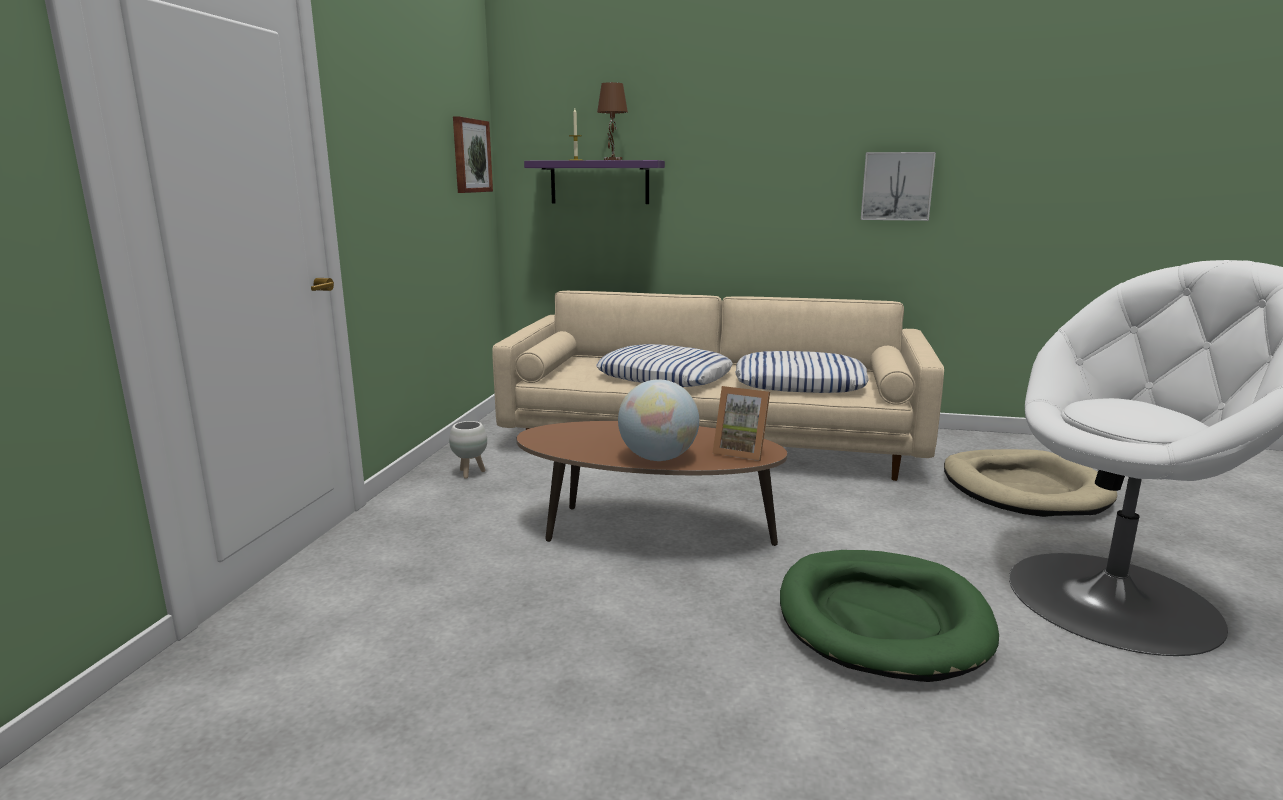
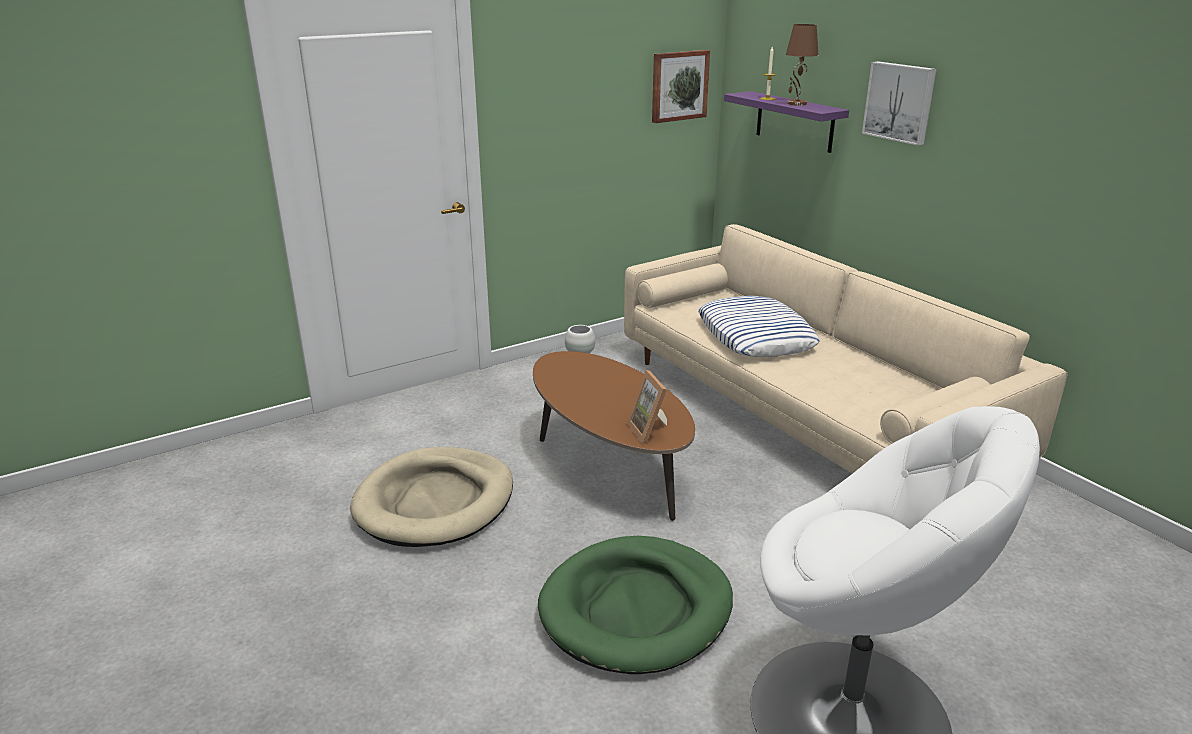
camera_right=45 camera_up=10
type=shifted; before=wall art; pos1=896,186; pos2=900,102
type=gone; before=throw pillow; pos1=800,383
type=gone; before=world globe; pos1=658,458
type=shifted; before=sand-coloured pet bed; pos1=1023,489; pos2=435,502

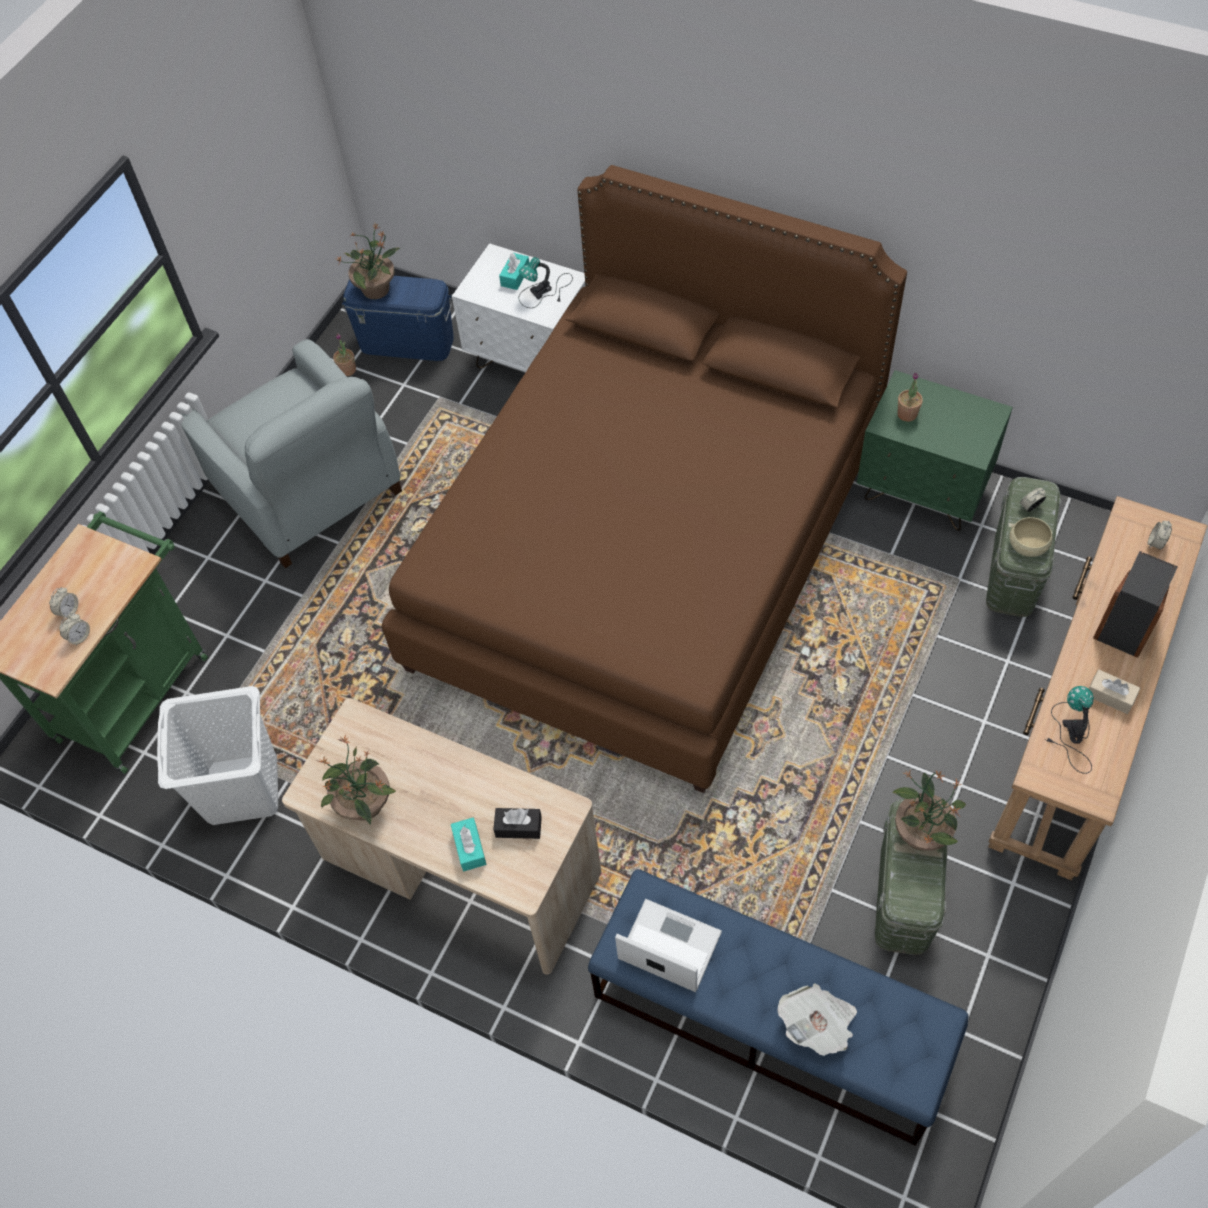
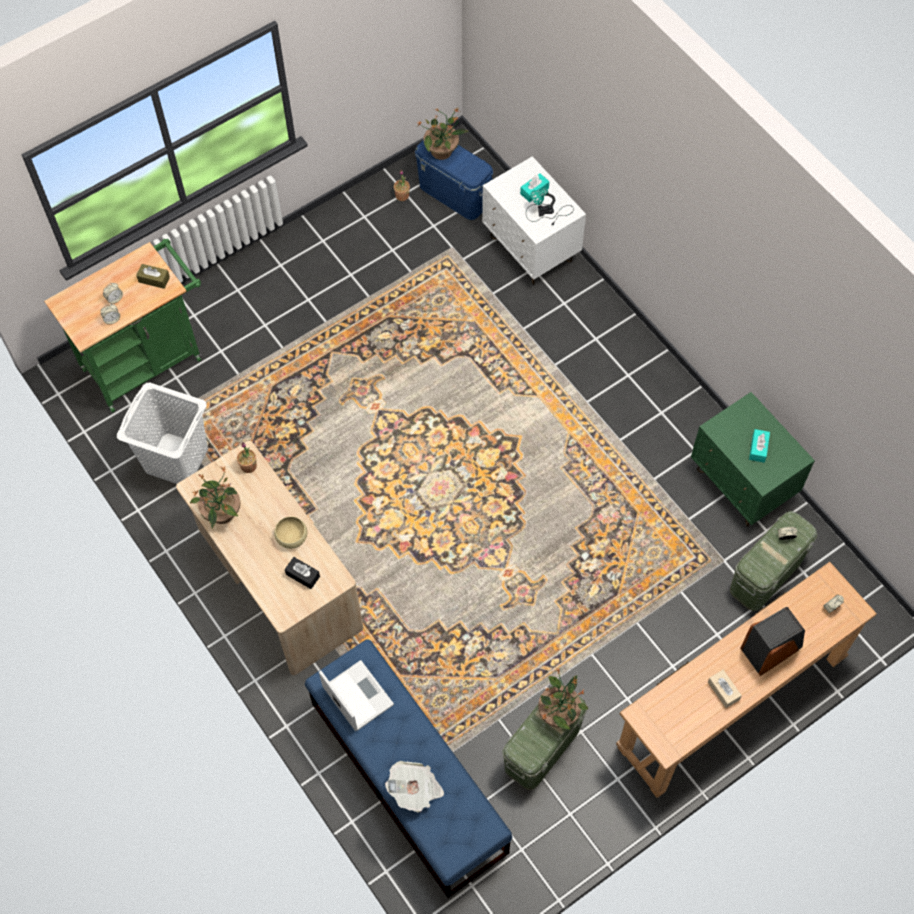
camera_right=25 camera_up=5
type=gone; before=brown sleeping bed; pos1=647,552
type=gone; before=greyish lounge chair; pos1=309,491
type=shifted; before=plant in a pot; pos1=907,414; pos2=248,466
type=shifted; before=sand-coloured deep dish; pos1=1028,544; pos2=291,536
type=gone; before=lamp for a table; pos1=1071,734
type=shifted; before=turquoise box of tissues; pos1=469,848; pos2=758,448
type=new; after=brown box of tissues; pos2=154,279

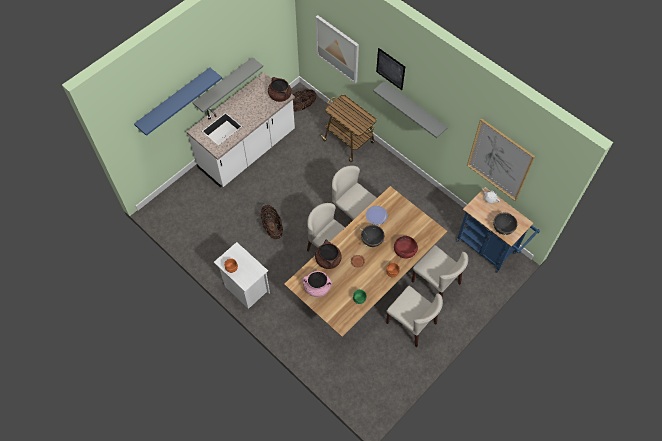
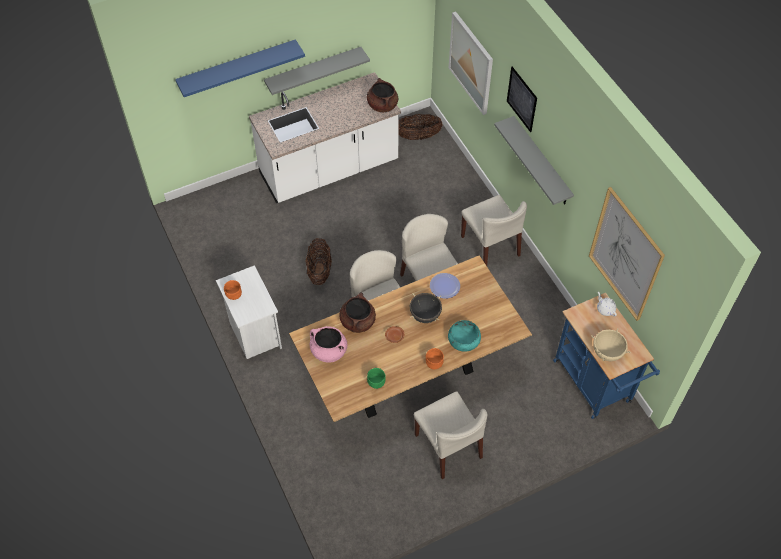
camera_right=20 camera_up=-5
type=gone; before=cart; pos1=349,142
type=repainted; before=blackish saucepot; after=sand-coloured saucepot; pos1=503,228; pos2=607,353
type=repainted; before=red-coloured deep dish; after=turquoise deep dish; pos1=405,249; pos2=463,340
type=shifted; before=sand-coloured chair; pos1=436,283; pos2=490,246

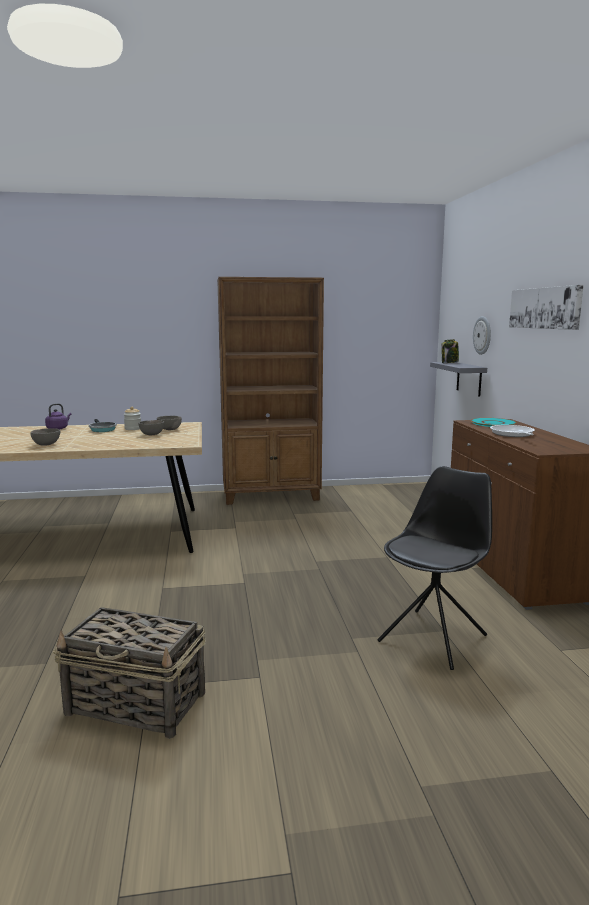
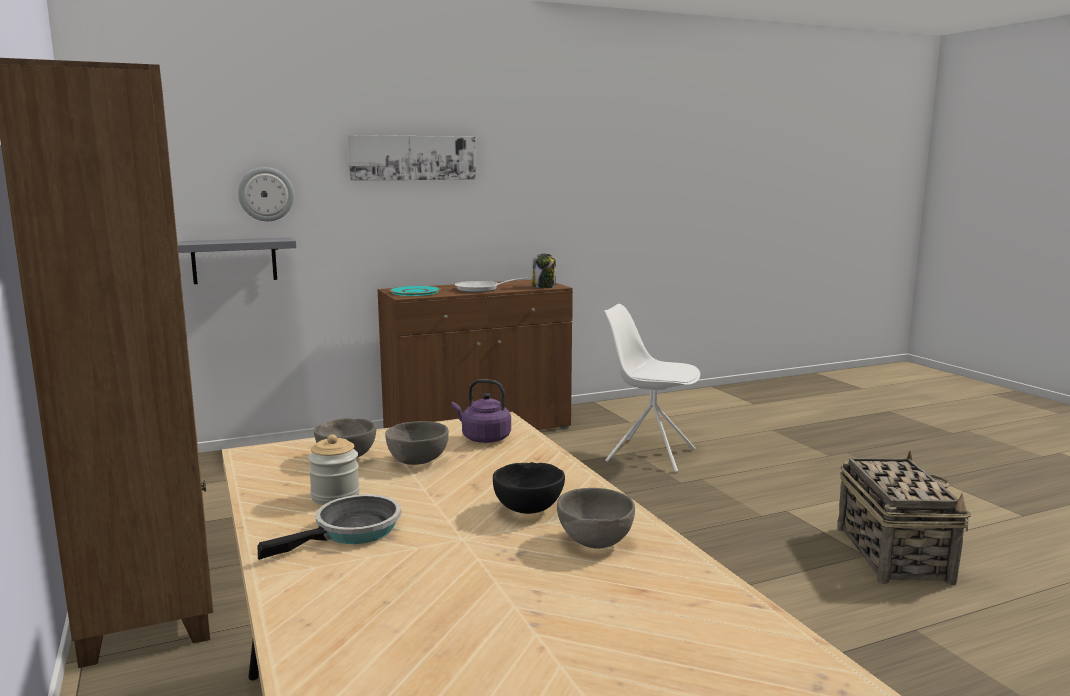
camera_right=-105 camera_up=0
type=shifted; before=storage jar; pos1=449,363; pos2=544,286
type=shifted; before=purple-coloured water kettle; pos1=58,428; pos2=483,438
type=repainted; before=blackish chair; after=white-coloured chair; pos1=434,637; pos2=649,455
type=new; after=blackish deep dish; pos2=530,509

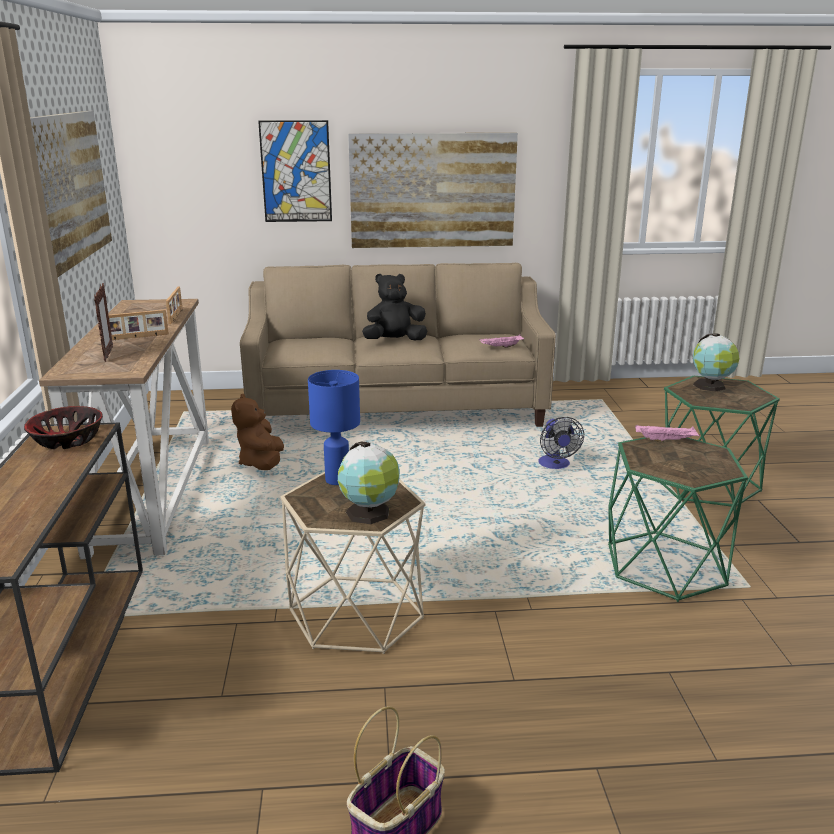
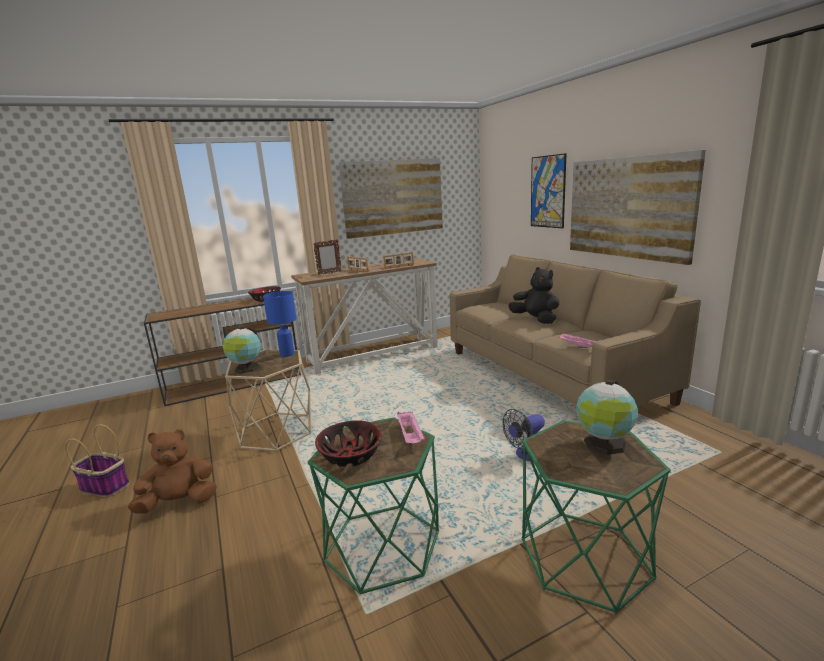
camera_right=70 camera_up=-5
type=shifted; before=brown plush toy; pos1=262,463; pos2=179,502
type=new; after=deep dish; pos2=351,456

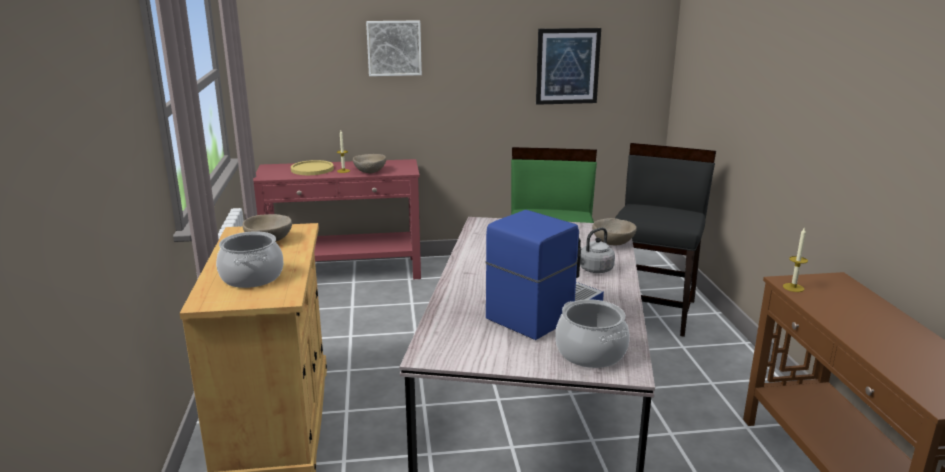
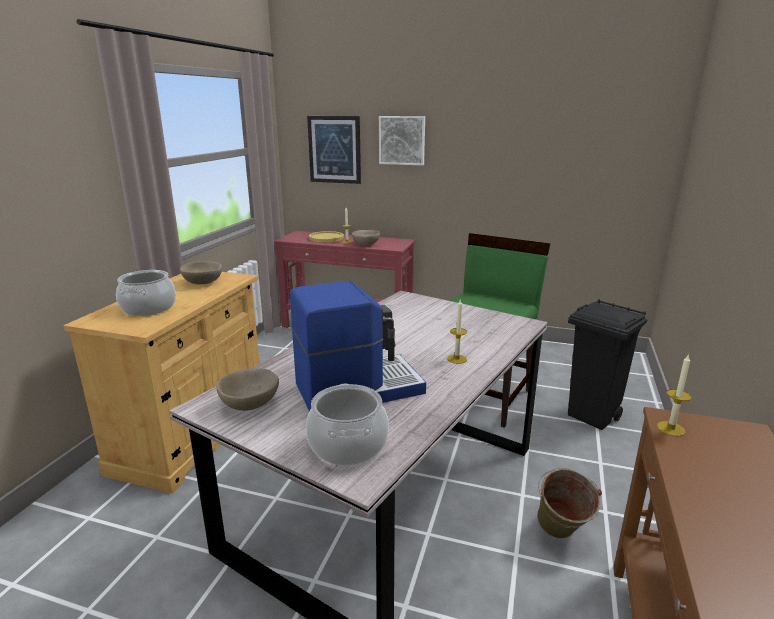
camera_right=25 camera_up=0
type=shifted; before=wall art; pos1=567,66; pos2=334,149
type=swapped; before=blackish chair; after=blackish rubbish bin; pos1=651,310; pos2=593,417
type=shifted; before=sand-coloured deep dish; pos1=613,243; pos2=250,405
type=swapped; before=greyish water kettle; after=candle; pos1=594,270; pos2=457,359
type=new; after=greenish pail; pos2=560,536

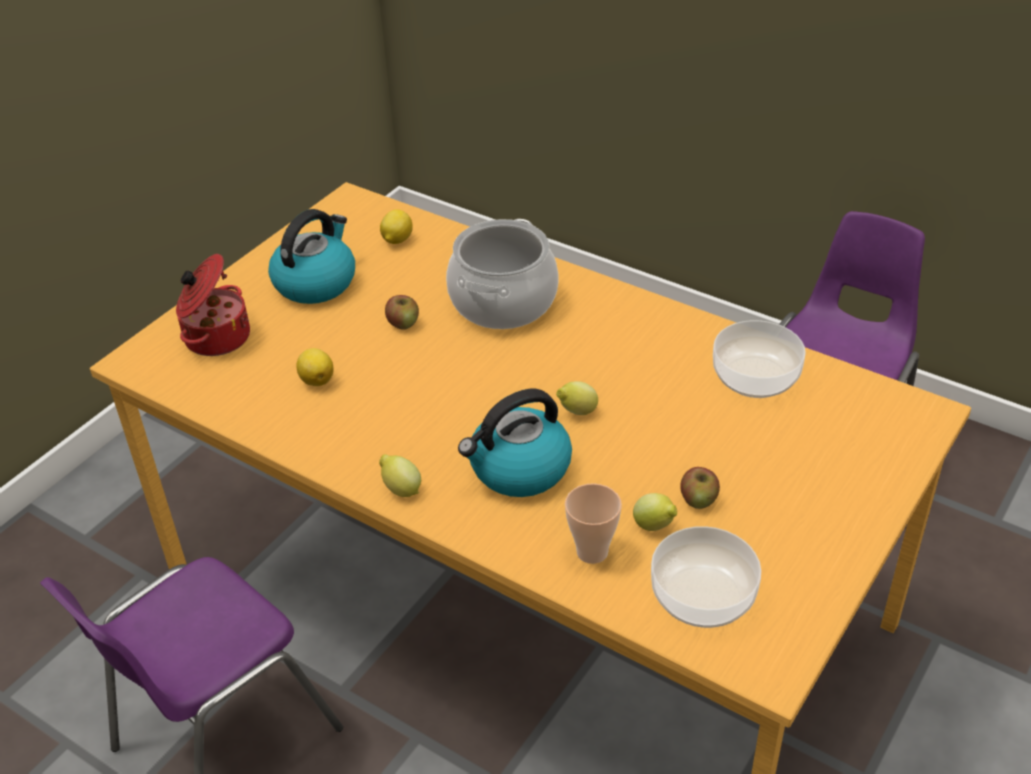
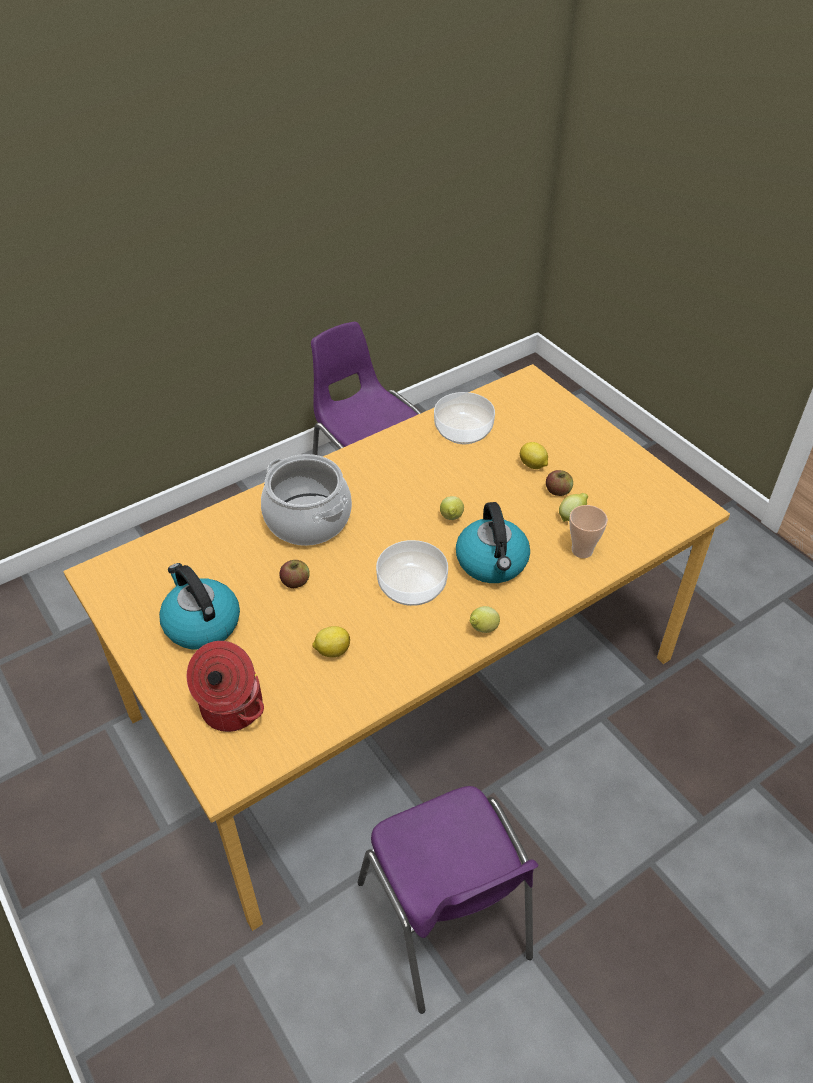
camera_right=-70 camera_up=5
type=shifted; before=whole lemon; pos1=396,240; pos2=533,465
type=shifted; before=deep dish; pos1=701,595; pos2=411,586

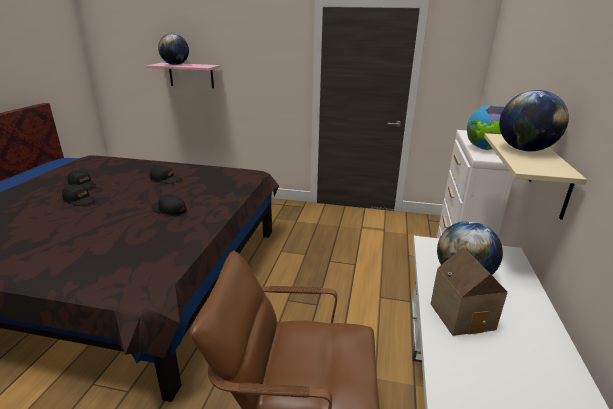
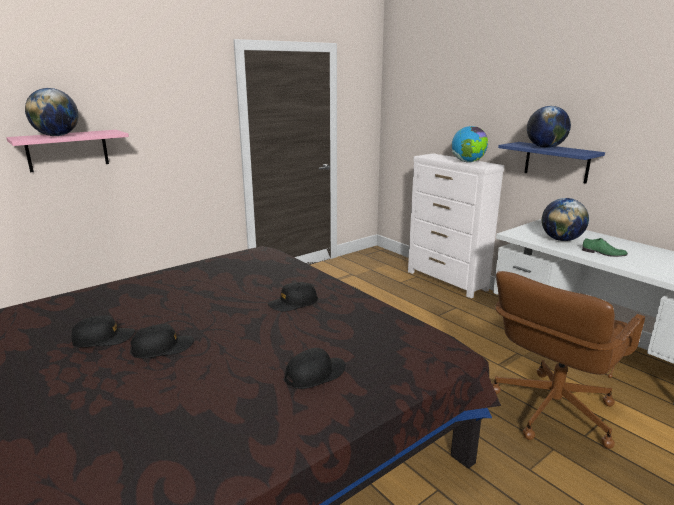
camera_right=-50 camera_up=-5
type=repainted; before=sand-coloured shelf; after=blue shelf; pos1=551,176; pos2=556,162
type=shifted; before=blackish baseball cap; pos1=165,179; pos2=315,374
type=swapped; before=model house; after=greenish item of footwear; pos1=464,316; pos2=603,253

